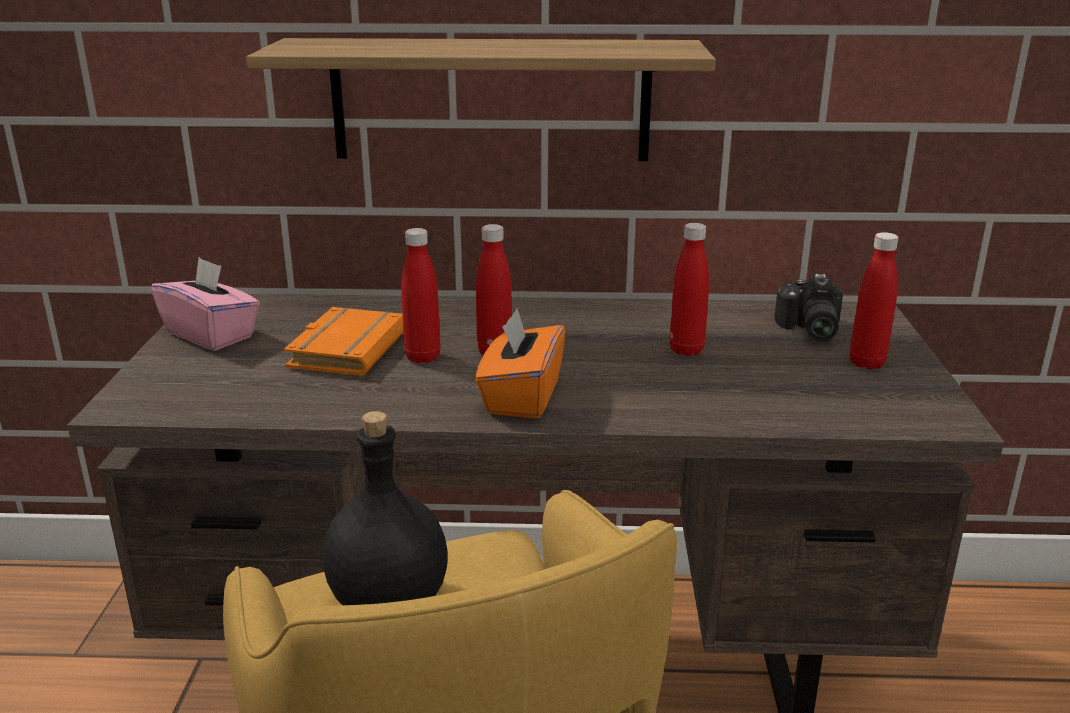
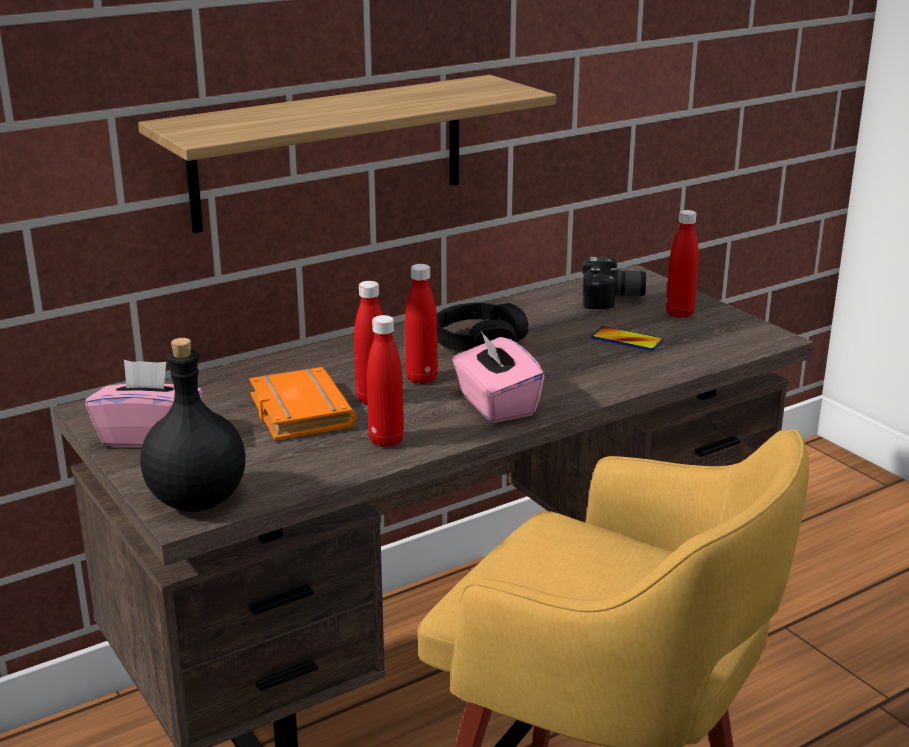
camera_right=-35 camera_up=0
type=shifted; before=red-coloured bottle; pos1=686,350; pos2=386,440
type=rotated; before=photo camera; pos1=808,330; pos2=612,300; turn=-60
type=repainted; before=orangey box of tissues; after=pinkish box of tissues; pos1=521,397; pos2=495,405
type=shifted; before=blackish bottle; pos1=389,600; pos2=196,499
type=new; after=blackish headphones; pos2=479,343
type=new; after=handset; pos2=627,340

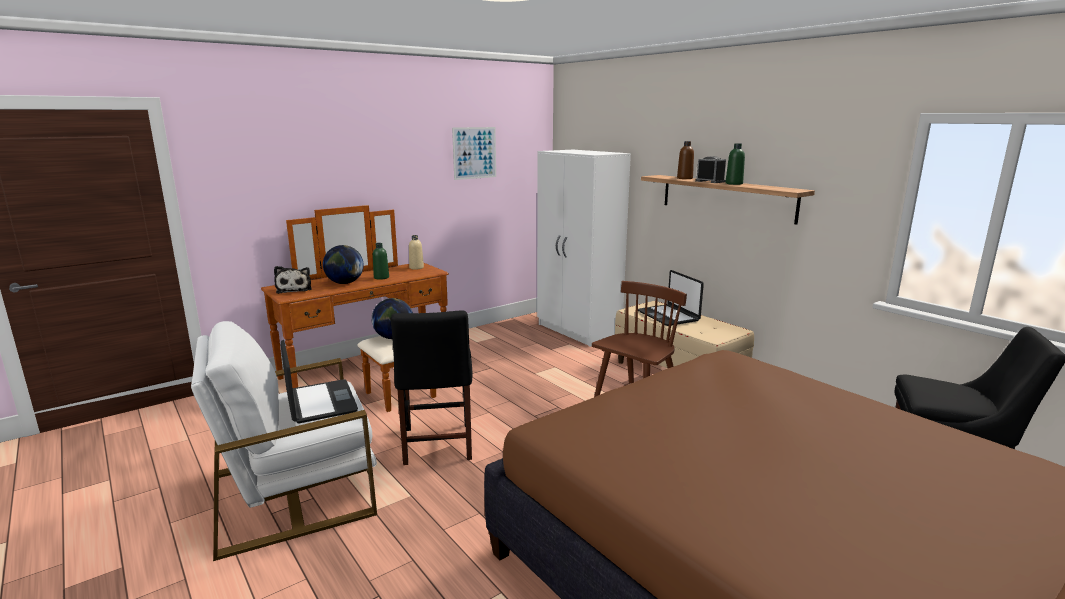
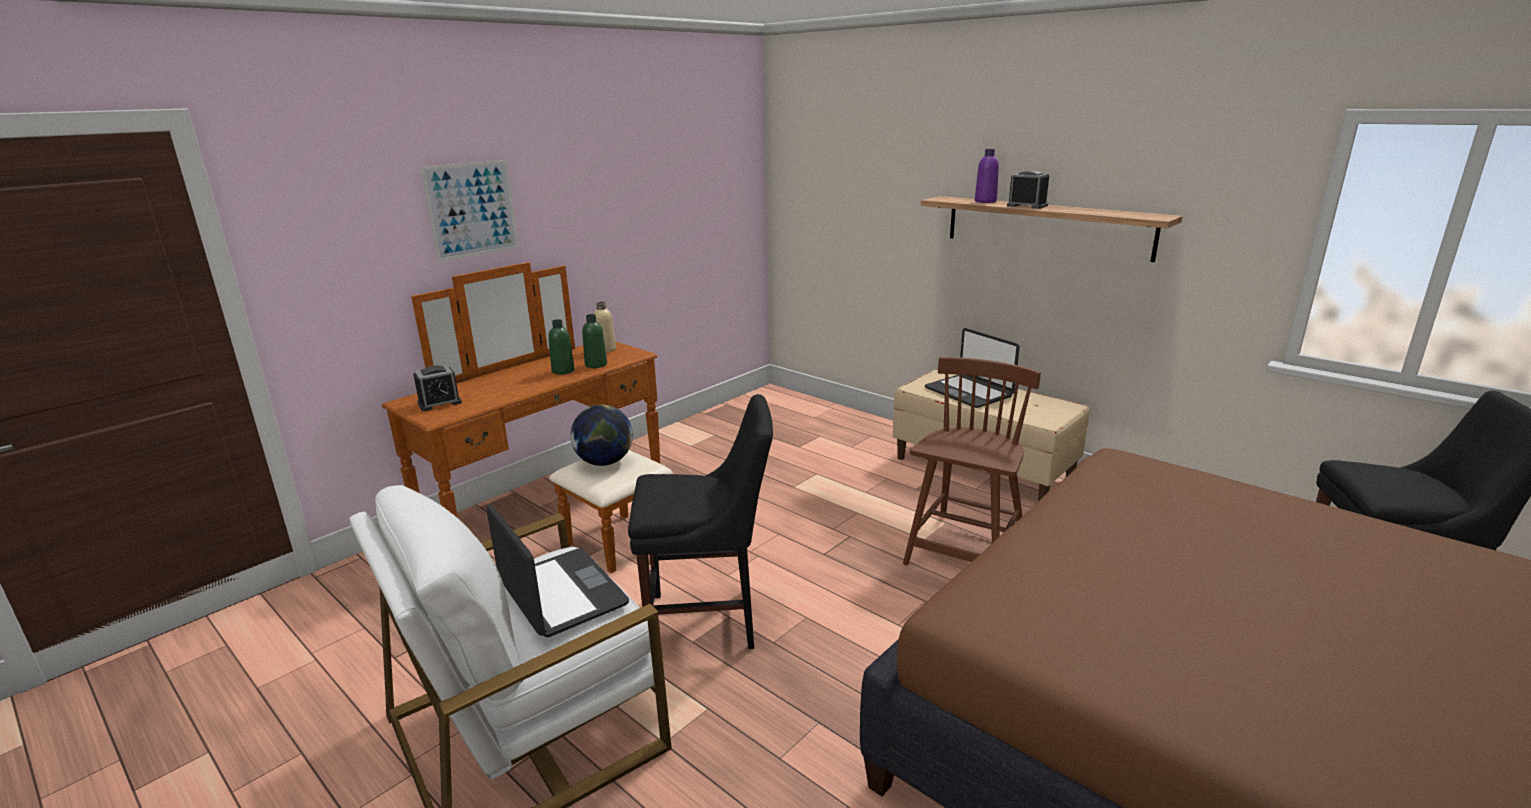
camera_right=-10 camera_up=5
type=shifted; before=wall art; pos1=474,153; pos2=472,209
type=repainted; before=brown bottle; after=purple-coloured bottle; pos1=684,178; pos2=985,201
type=shifted; before=greenish bottle; pos1=734,183; pos2=596,365
type=gone; before=white-coloured wardrobe; pos1=578,331
type=gone; before=world globe; pos1=345,283
type=swapped; before=plush toy; after=table clock; pos1=294,289; pos2=439,403
type=rotated; before=blackish chair; pos1=437,446; pos2=709,620; turn=-75

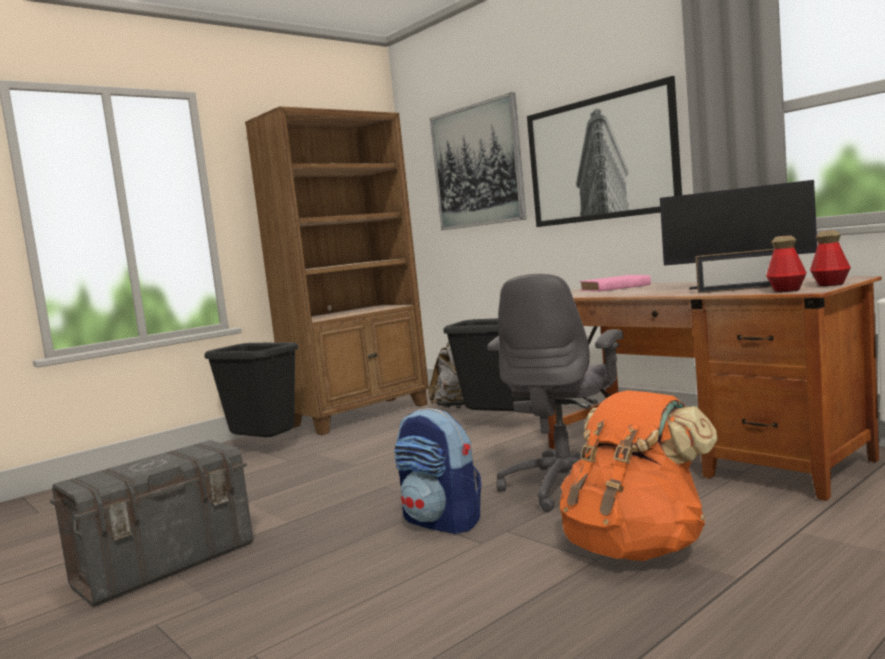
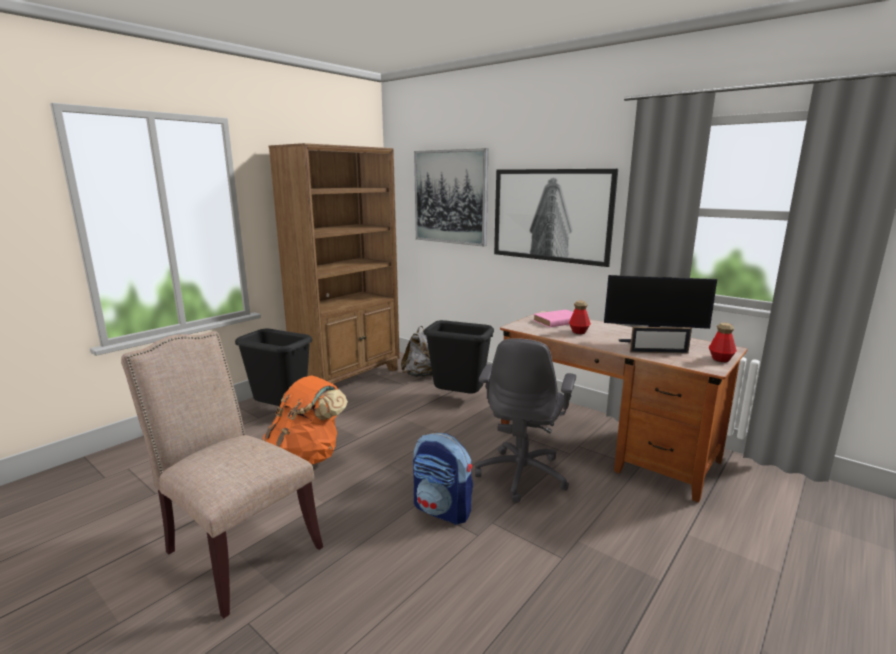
camera_right=-10 camera_up=10
type=shifted; before=bottle; pos1=787,290; pos2=579,332
type=shifted; before=orangey knapsack; pos1=636,547; pos2=307,457
type=swapped; before=greyish storage bin; after=sand-coloured chair; pos1=166,564; pos2=236,549

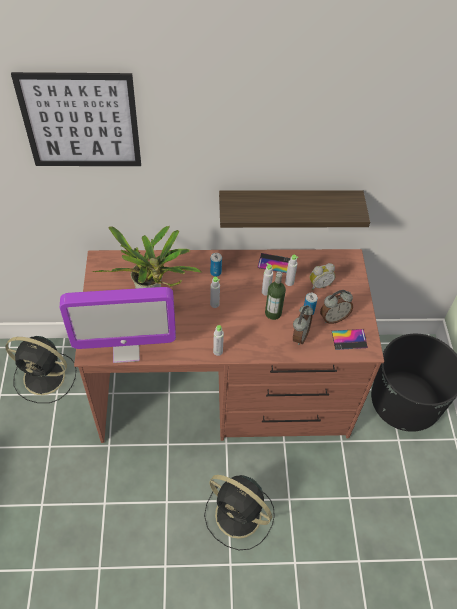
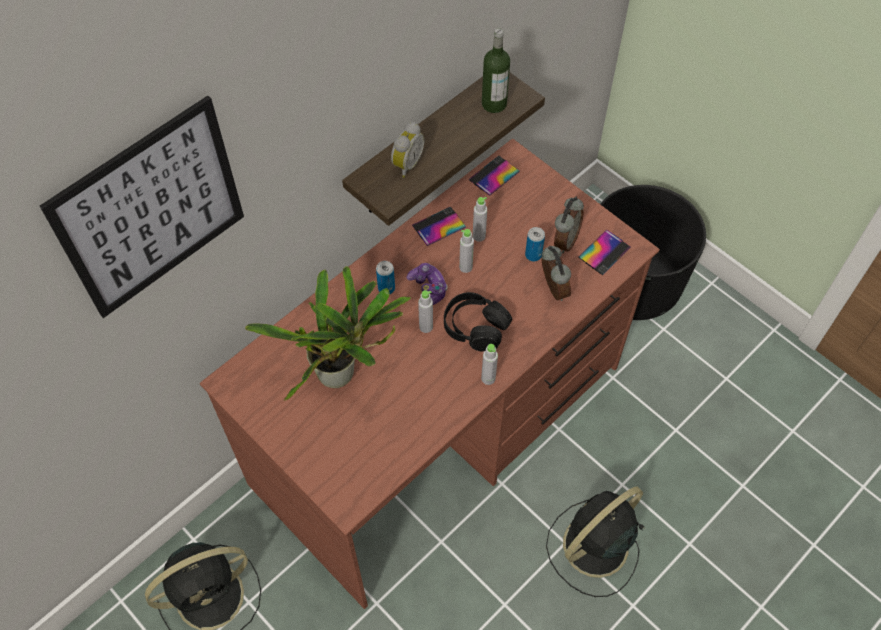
camera_right=-40 camera_up=5
type=shifted; before=table clock; pos1=319,284; pos2=406,164
type=shifted; before=bottle; pos1=273,313; pos2=494,104
type=gone; before=computer screen; pos1=126,349
type=rotated; before=blackish cooling fan; pos1=240,516; pos2=593,547; turn=150
type=new; after=handset; pos2=494,175
type=new; after=game controller; pos2=428,288
type=new; after=blackish headphones; pos2=475,327

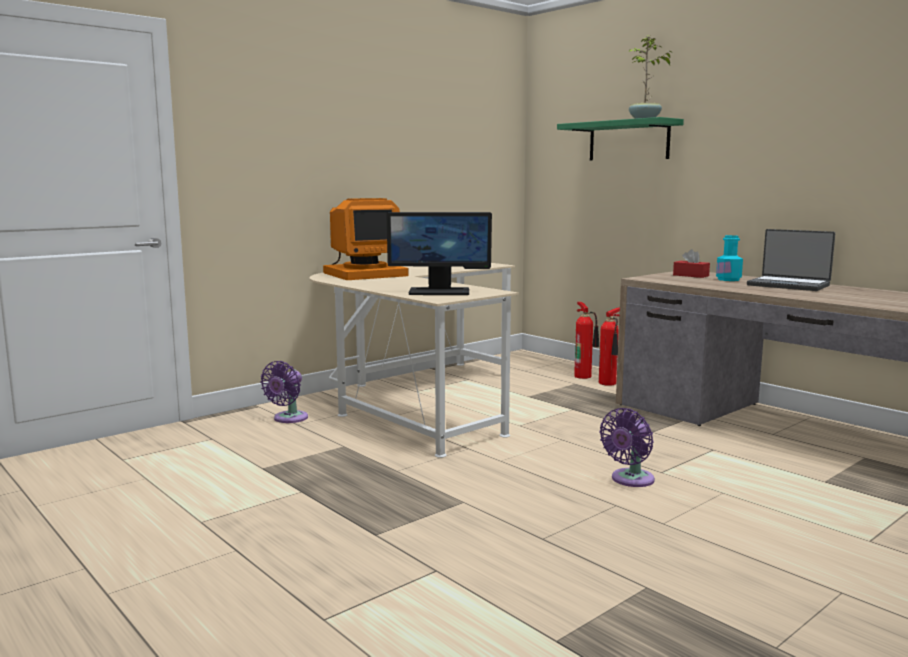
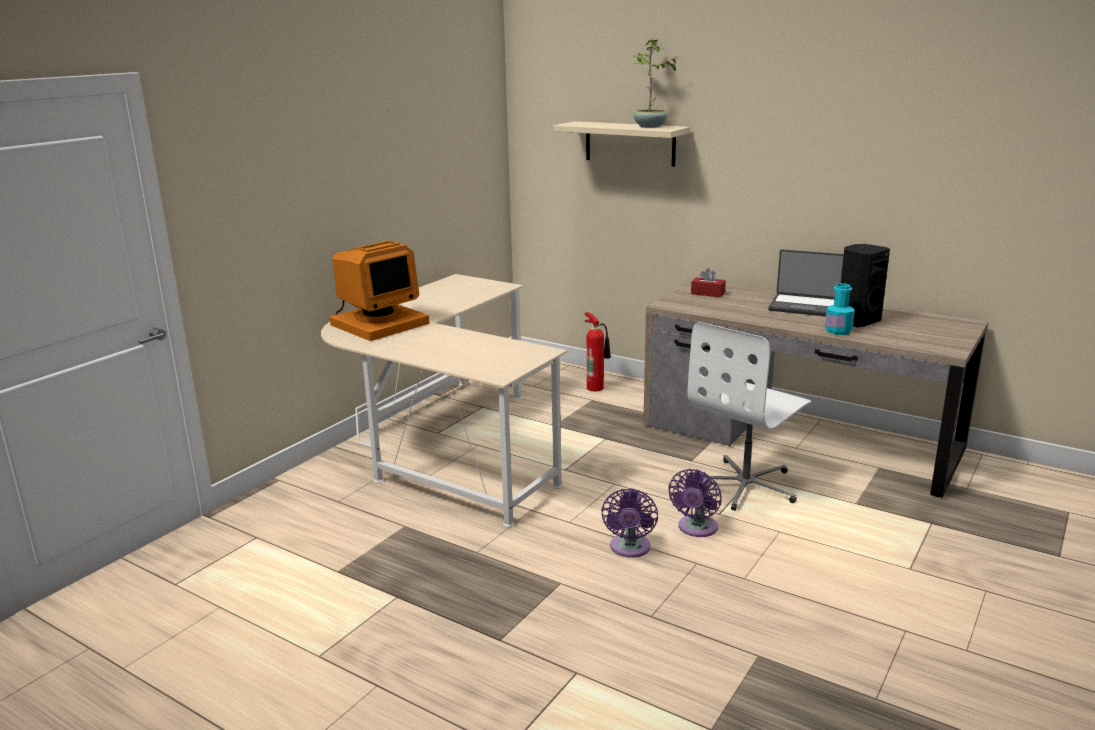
camera_right=-15 camera_up=10
type=repainted; before=greenish shelf; after=sand-coloured shelf; pos1=628,141; pos2=630,143
type=gone; before=computer screen; pos1=440,291
type=shifted; before=turquoise bottle; pos1=728,279; pos2=838,331
type=gone; before=fire extinguisher; pos1=609,383
type=shifted; before=purple-coloured cooling fan; pos1=288,419; pos2=629,549
type=new; after=blackish audio speaker; pos2=856,321
type=new; after=white-coloured office chair; pos2=746,485

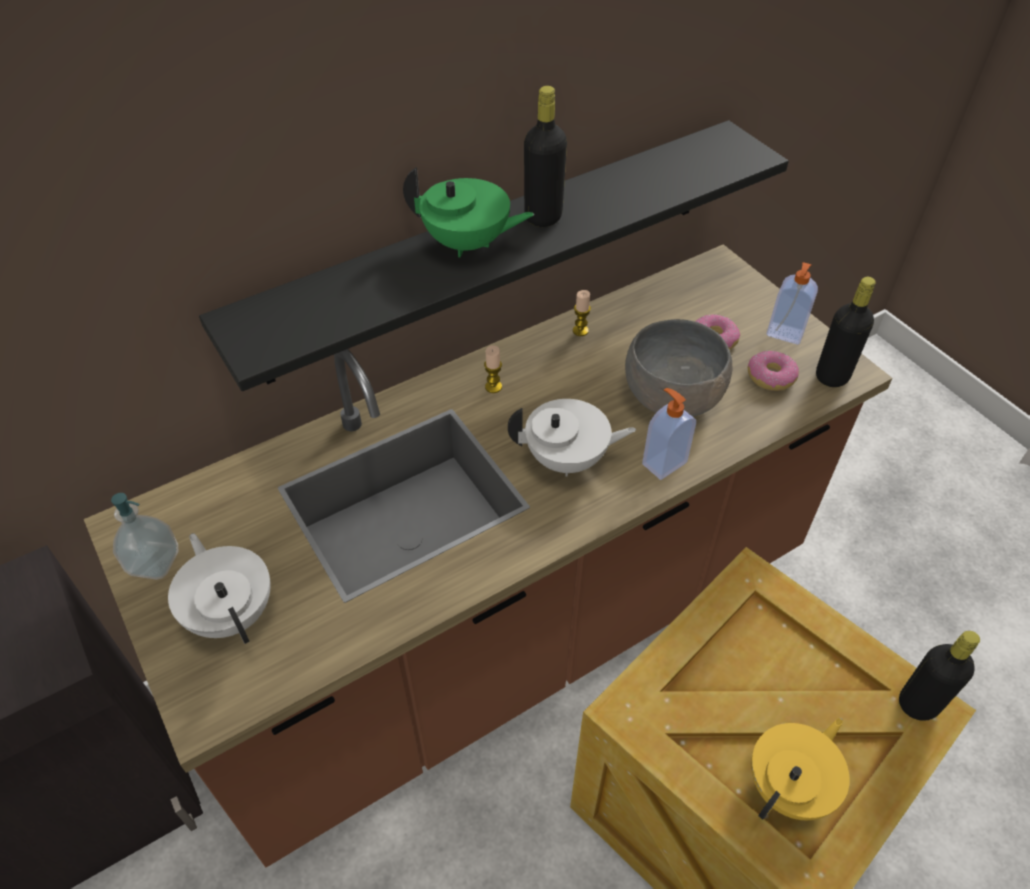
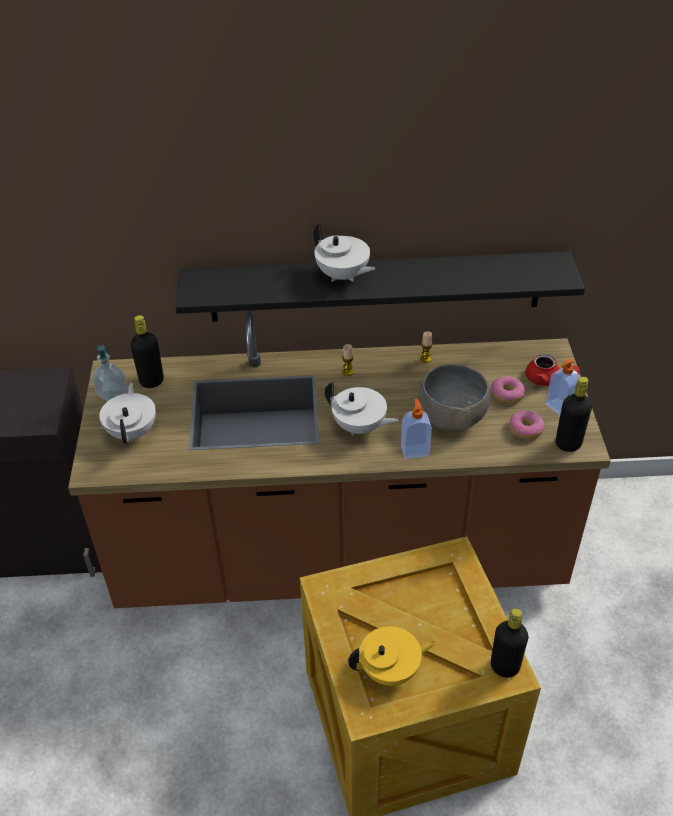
camera_right=30 camera_up=-5
type=shifted; before=blackish bottle; pos1=543,217; pos2=152,381
type=repainted; before=greenish pot for tea; after=white-coloured pot for tea; pos1=467,244; pos2=342,276
type=new; after=red-coloured pot for tea; pos2=547,379

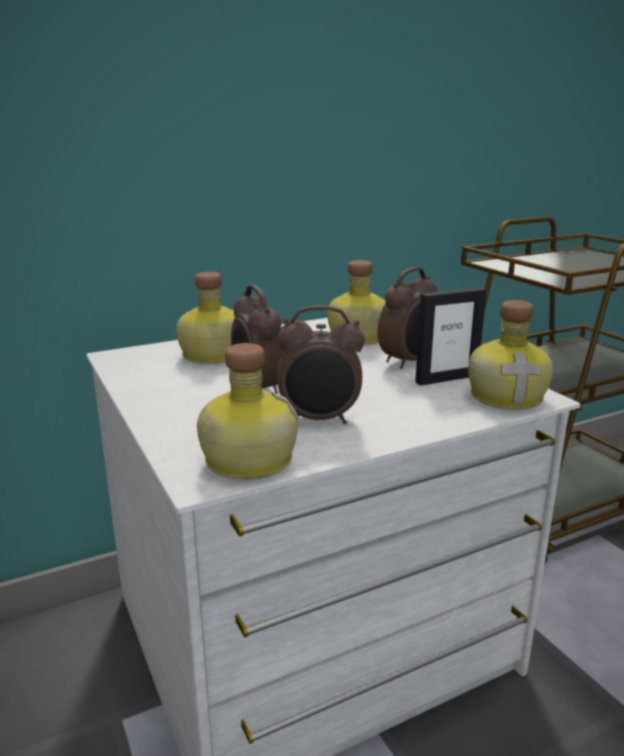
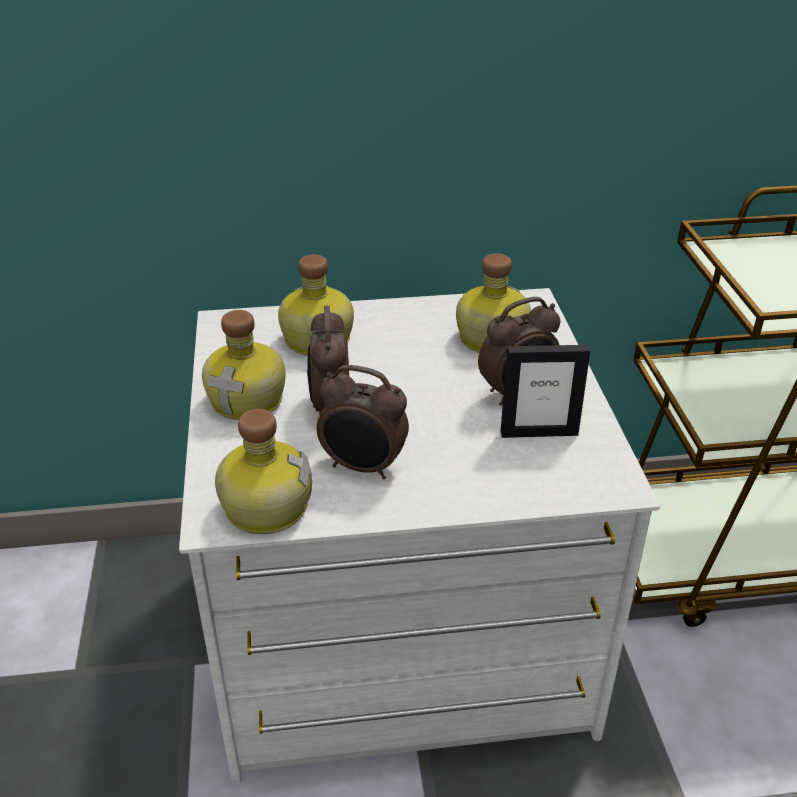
camera_right=20 camera_up=15
type=shifted; before=bottle; pos1=508,396; pos2=249,400

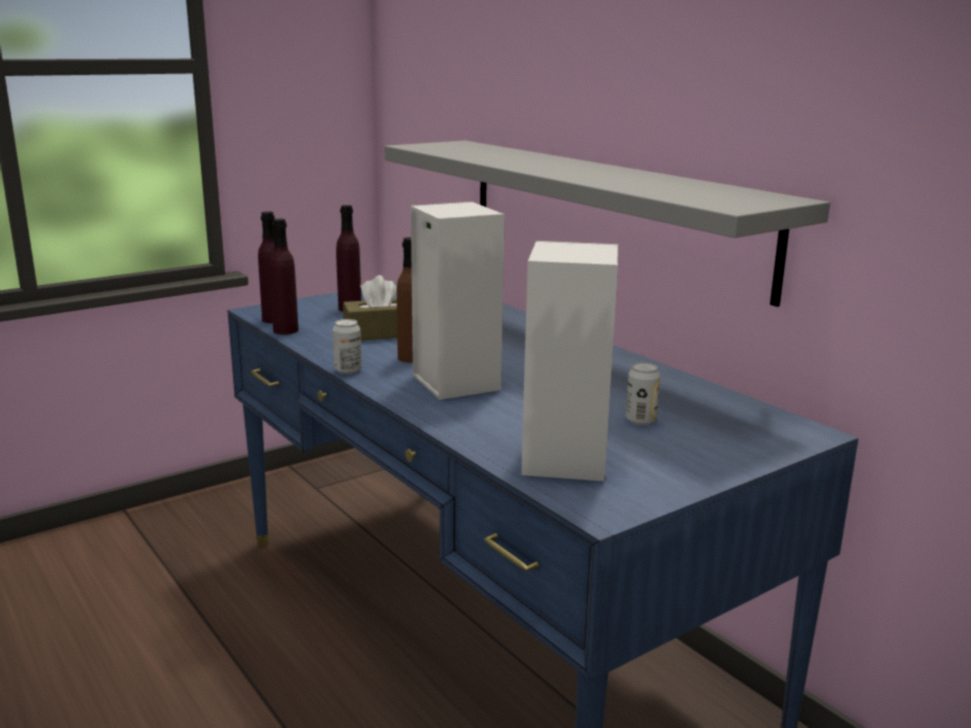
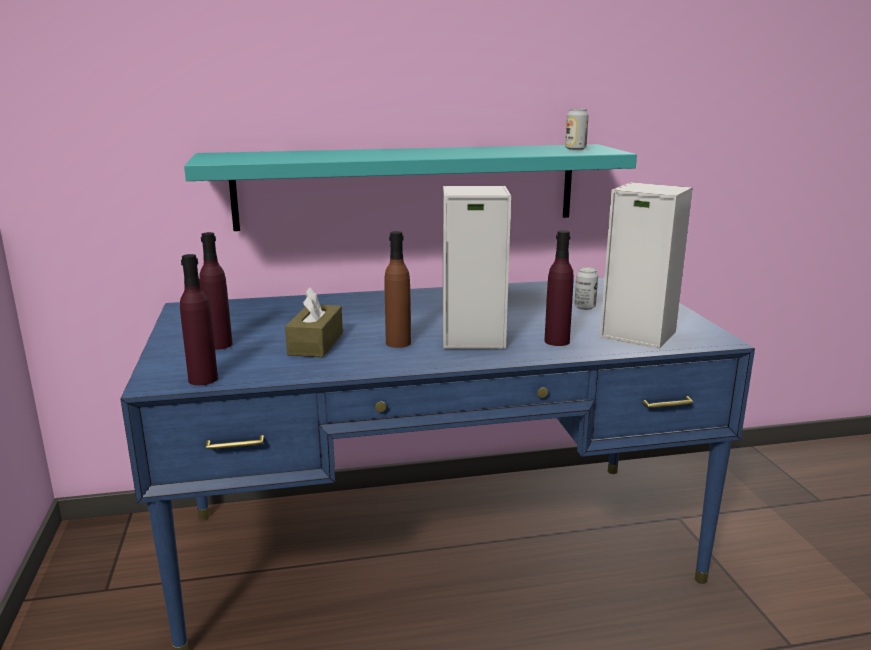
camera_right=-65 camera_up=0
type=repainted; before=greyish shelf; after=turquoise shelf; pos1=607,211; pos2=407,186
type=shifted; before=purple-coloured bottle; pos1=285,330; pos2=557,341
type=shifted; before=sealed can; pos1=348,370; pos2=575,149

